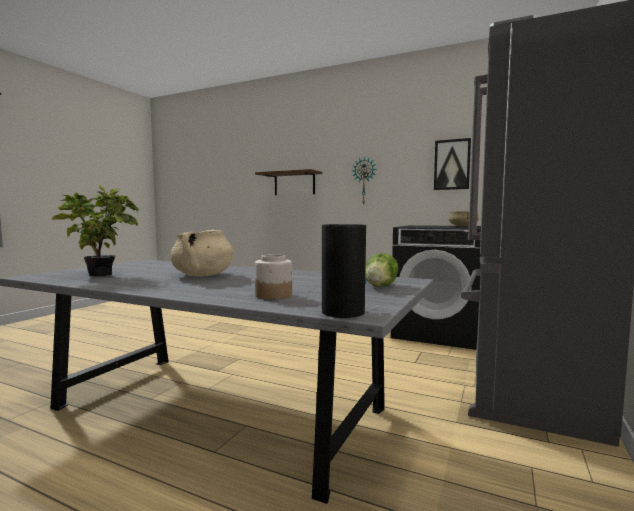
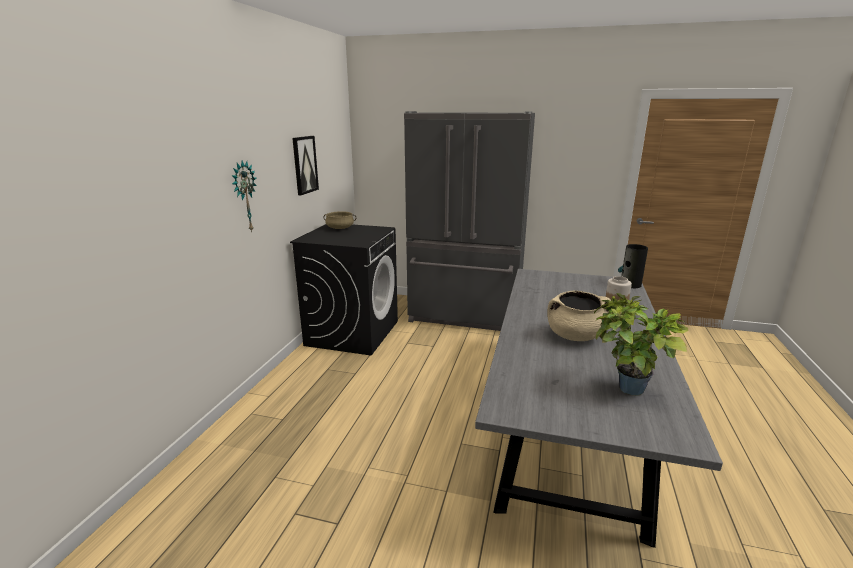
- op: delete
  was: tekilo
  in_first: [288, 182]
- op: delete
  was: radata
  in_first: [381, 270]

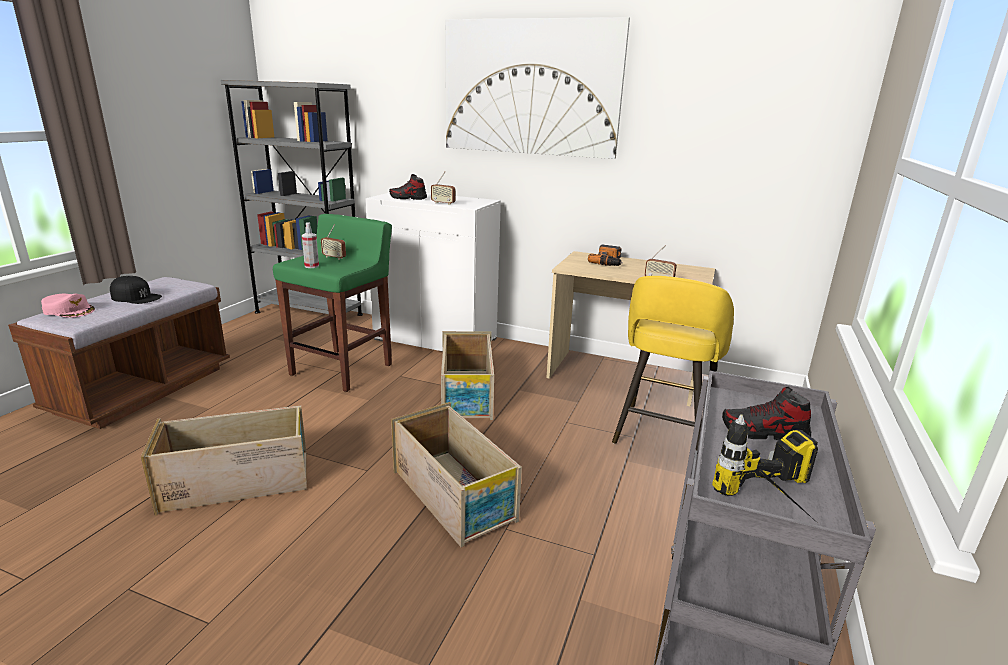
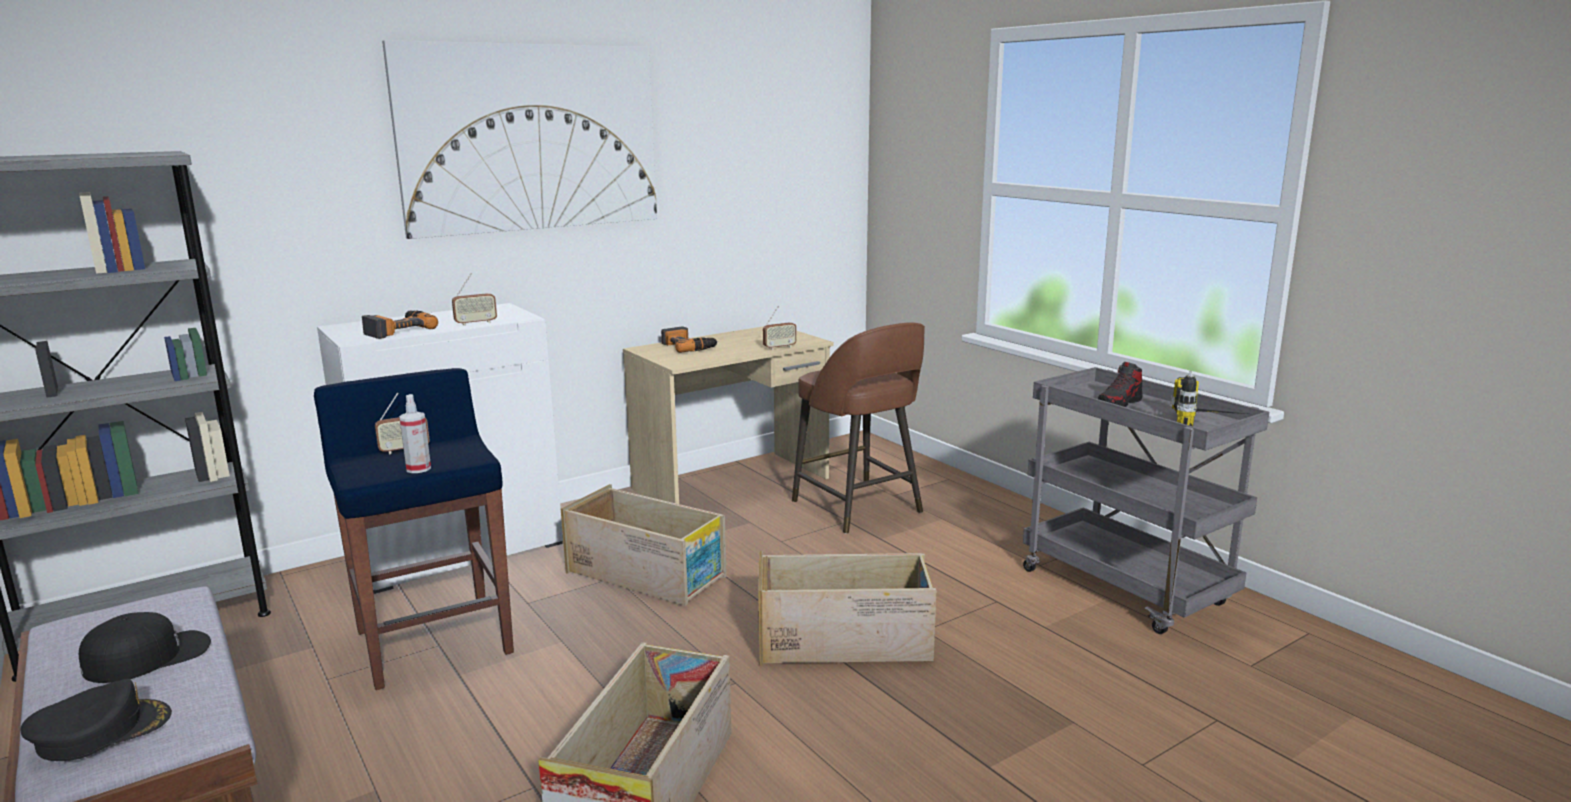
- op: recolor
  was: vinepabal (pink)
  now: vinepabal (black)
  in_first: [68, 306]
  in_second: [96, 720]
- op: recolor
  was: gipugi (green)
  now: gipugi (blue)
  in_first: [332, 303]
  in_second: [414, 529]
- op: replace
  was: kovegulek
  now: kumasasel
  in_first: [408, 187]
  in_second: [400, 324]
- op: recolor
  was: gipugi (yellow)
  now: gipugi (brown)
  in_first: [673, 363]
  in_second: [858, 428]

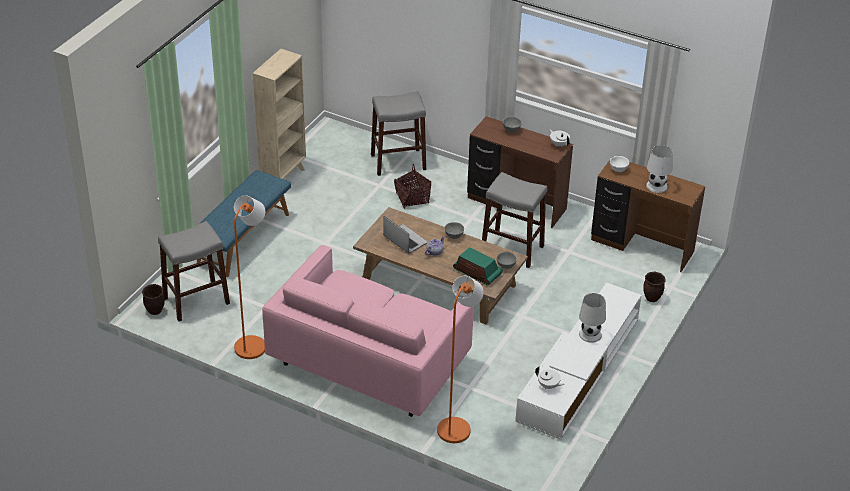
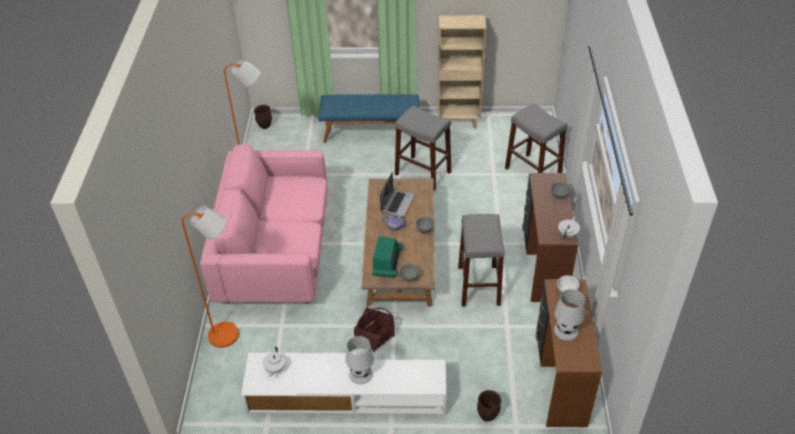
- op: move
  was: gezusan
  in_first: [412, 186]
  in_second: [374, 330]
- op: move
  was: gipugi (grey)
  in_first: [194, 271]
  in_second: [423, 148]

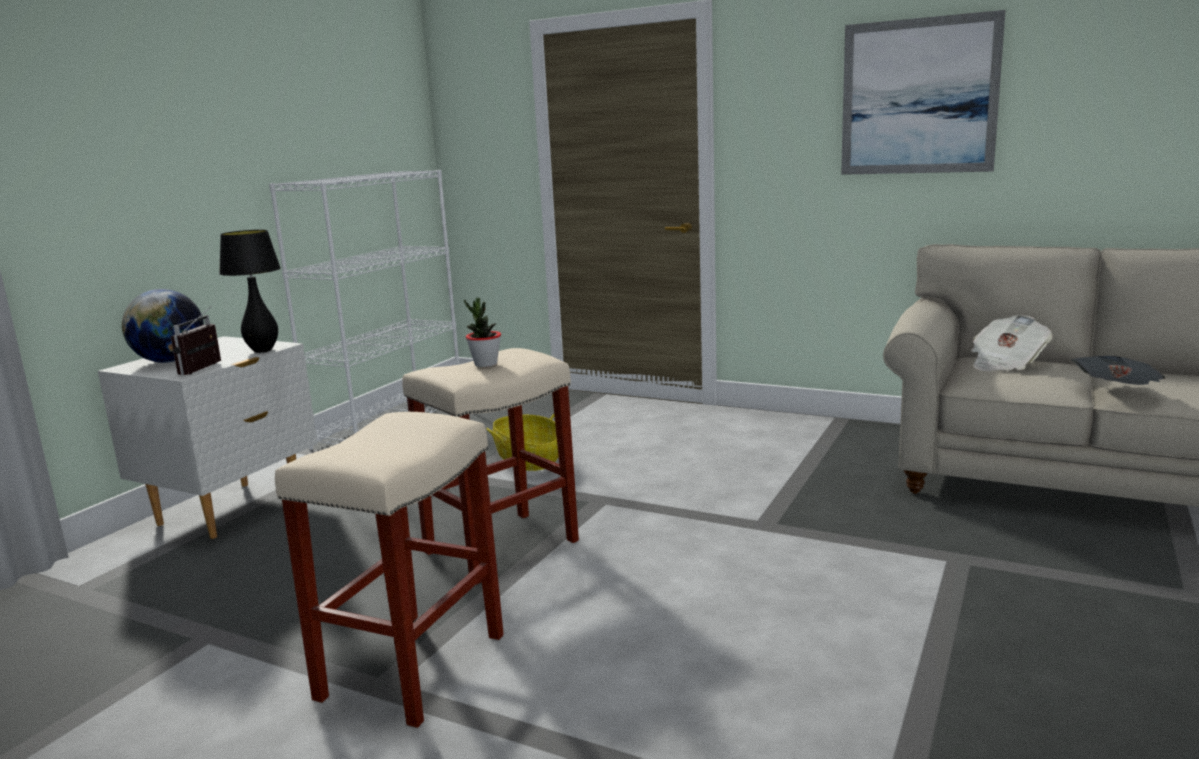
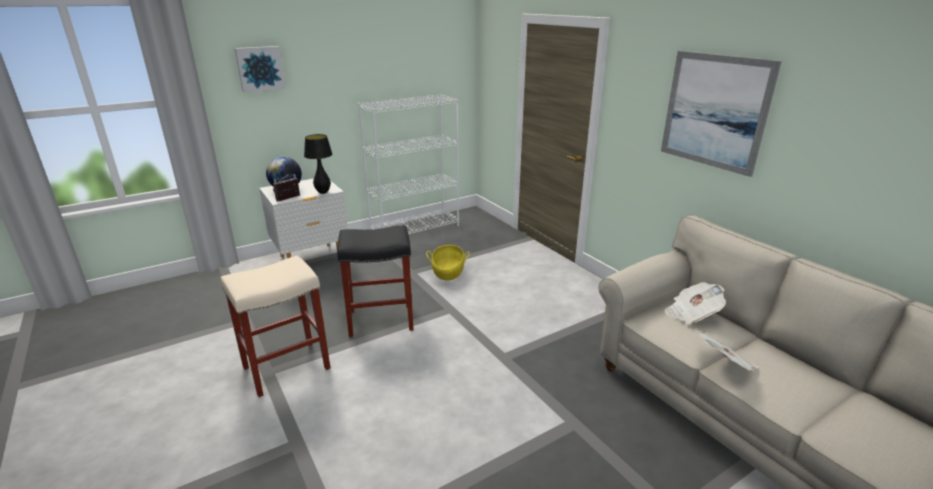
- op: insert
  now: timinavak
  in_second: [260, 69]
- op: recolor
  was: gipugi (beige)
  now: gipugi (black)
  in_first: [490, 466]
  in_second: [376, 281]
- op: delete
  was: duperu
  in_first: [482, 332]

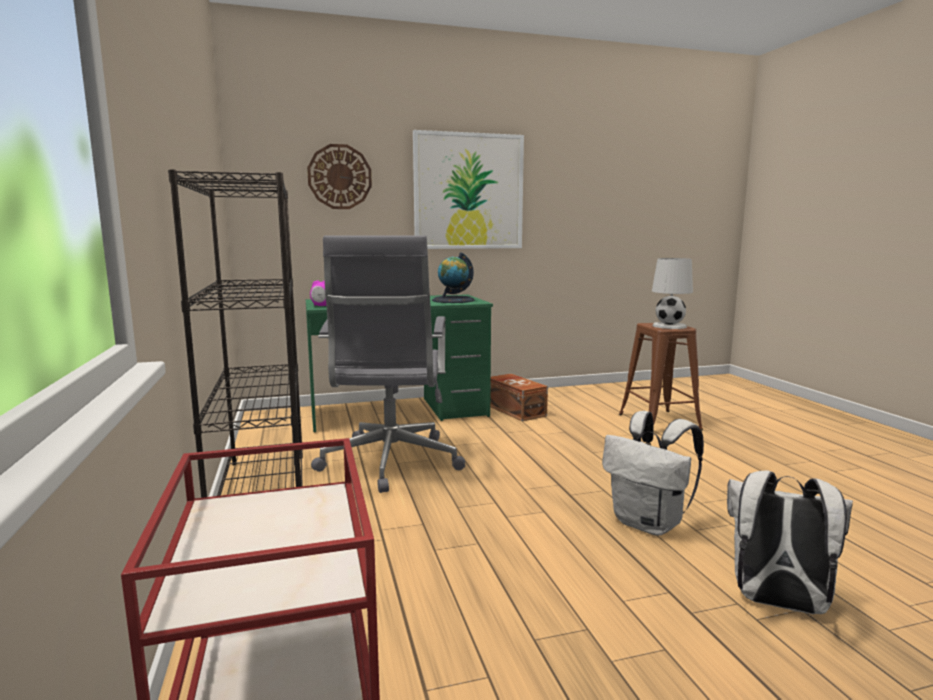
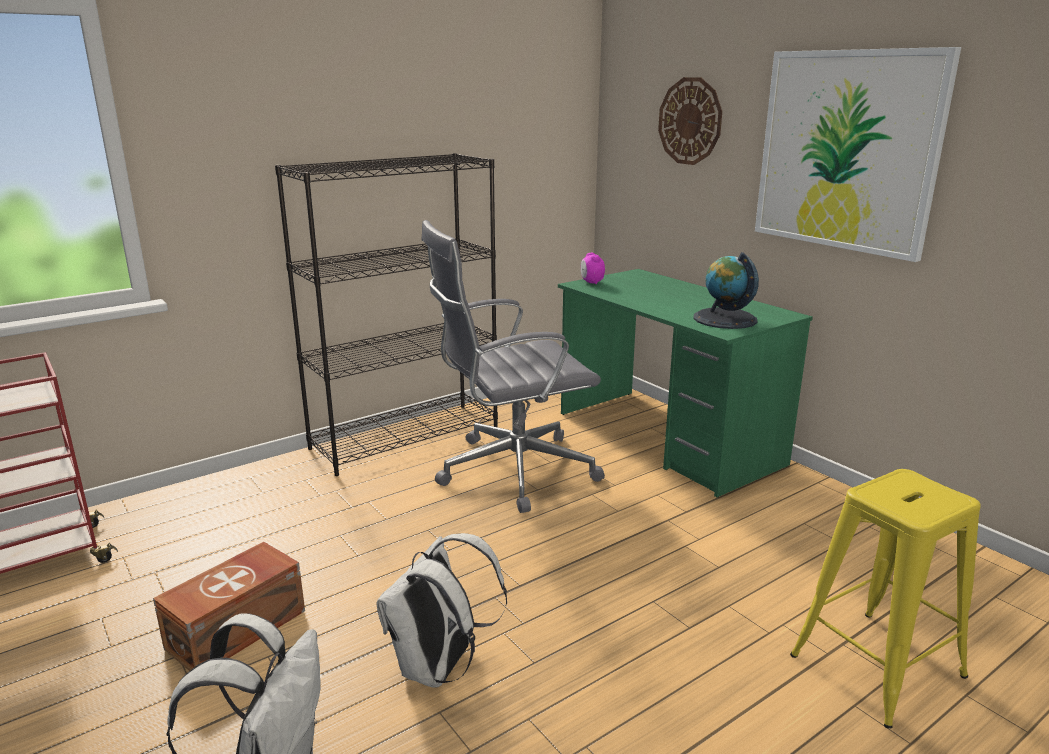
- op: move
  was: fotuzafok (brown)
  in_first: [519, 397]
  in_second: [229, 606]
- op: recolor
  was: gipugi (brown)
  now: gipugi (yellow)
  in_first: [661, 377]
  in_second: [885, 599]
- op: delete
  was: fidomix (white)
  in_first: [672, 293]

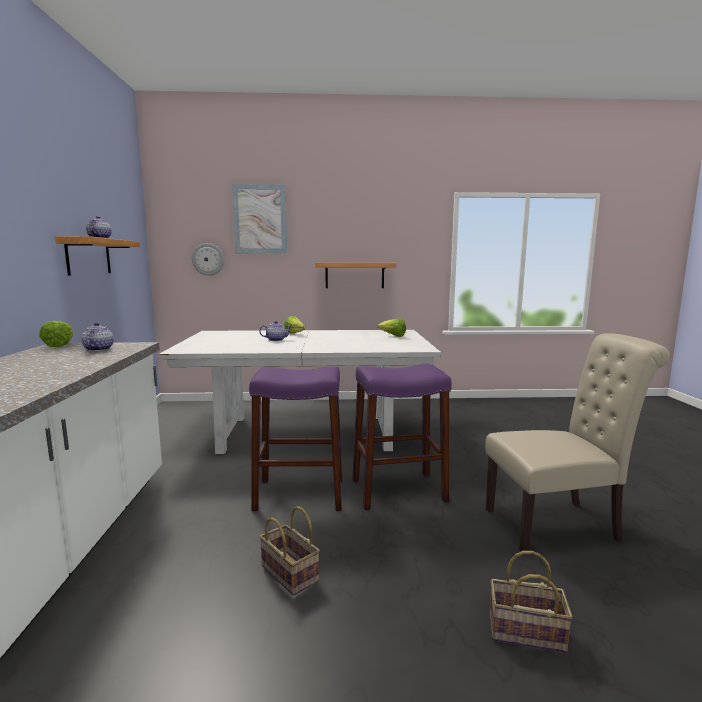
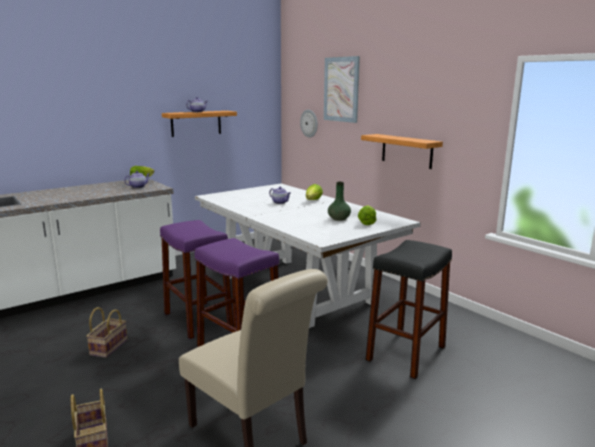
- op: insert
  now: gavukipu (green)
  in_second: [339, 201]
- op: insert
  now: gipugi (black)
  in_second: [409, 309]

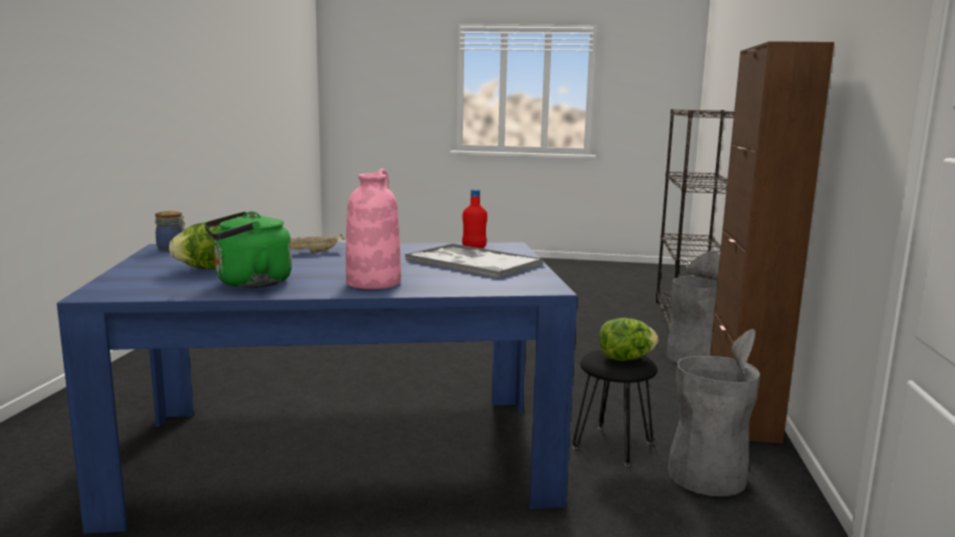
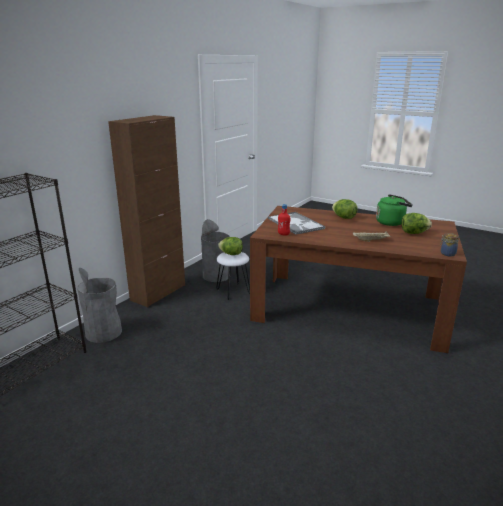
- op: recolor
  was: gipugi (black)
  now: gipugi (white)
  in_first: [615, 408]
  in_second: [233, 276]
- op: recolor
  was: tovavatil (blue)
  now: tovavatil (brown)
  in_first: [317, 388]
  in_second: [358, 279]
- op: replace
  was: gavukipu (pink)
  now: radata
  in_first: [373, 229]
  in_second: [345, 209]

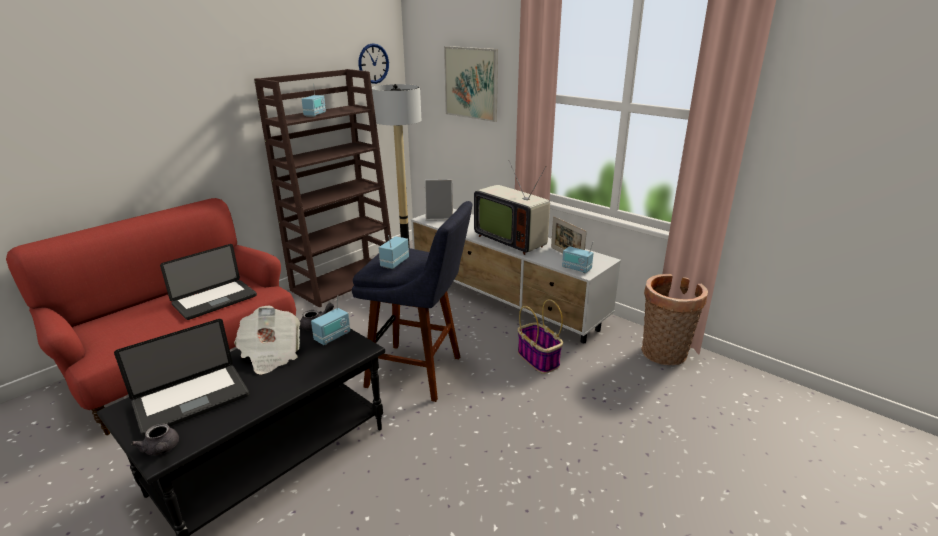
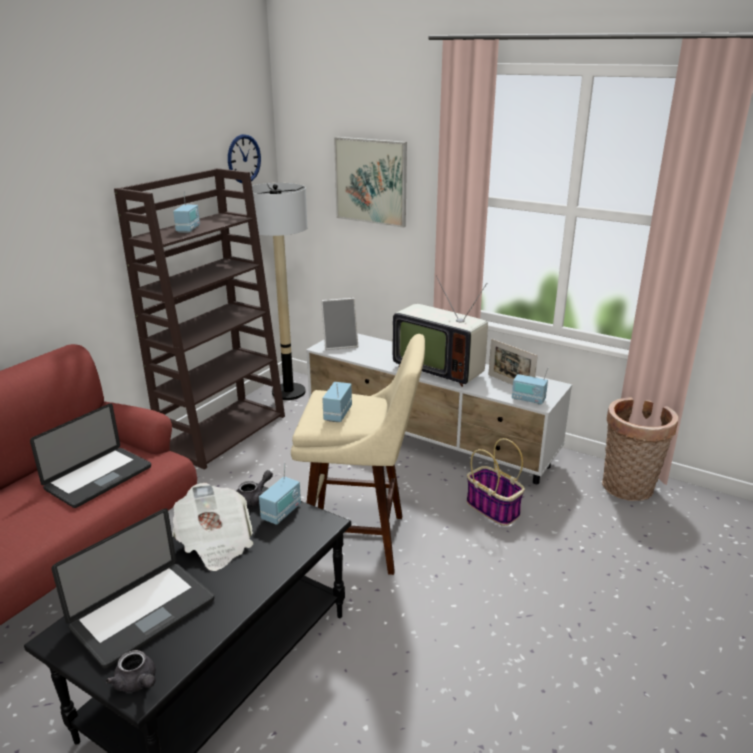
- op: recolor
  was: gipugi (blue)
  now: gipugi (beige)
  in_first: [412, 301]
  in_second: [358, 454]

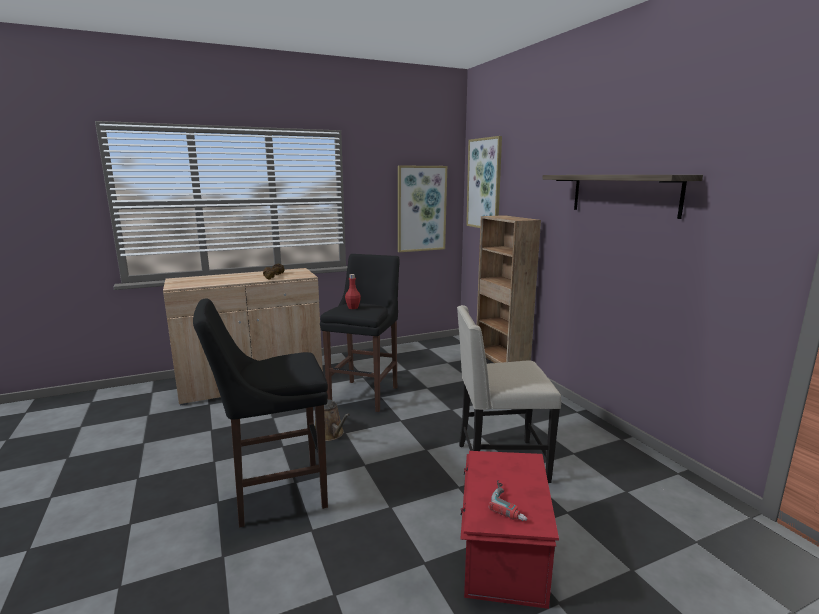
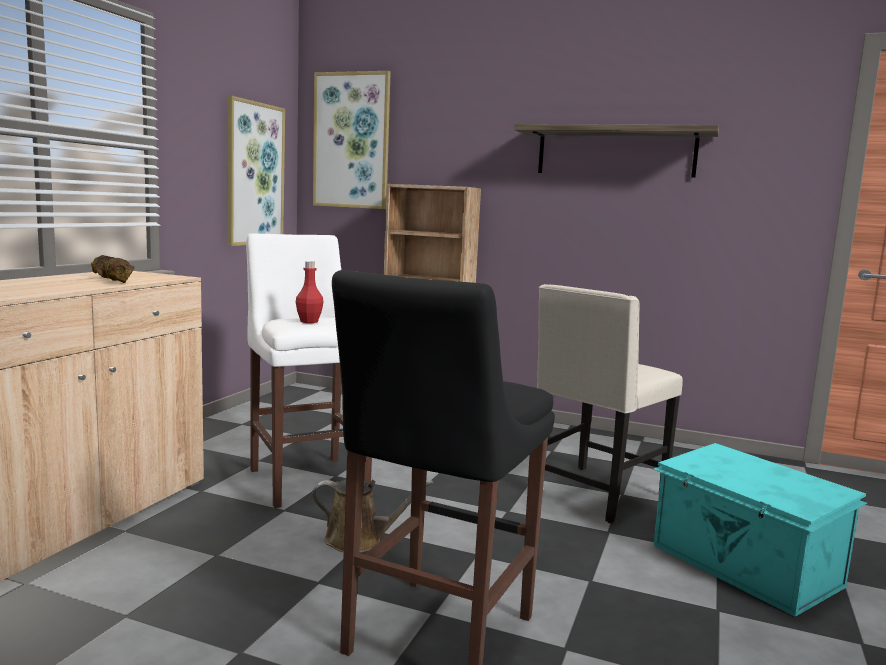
- op: recolor
  was: gipugi (black)
  now: gipugi (white)
  in_first: [360, 333]
  in_second: [309, 370]
- op: recolor
  was: fotuzafok (red)
  now: fotuzafok (turquoise)
  in_first: [509, 530]
  in_second: [760, 530]
- op: delete
  was: kumasasel
  in_first: [508, 500]

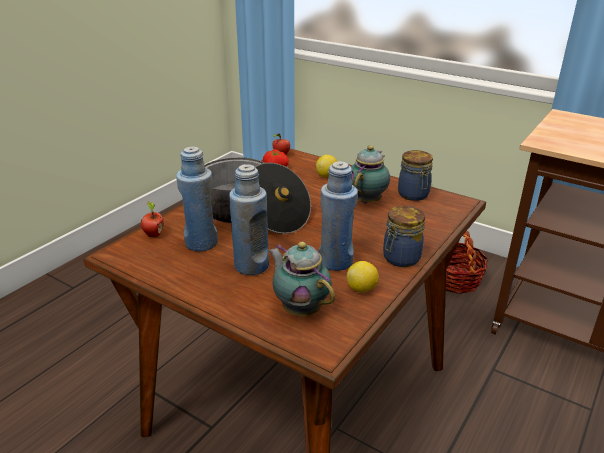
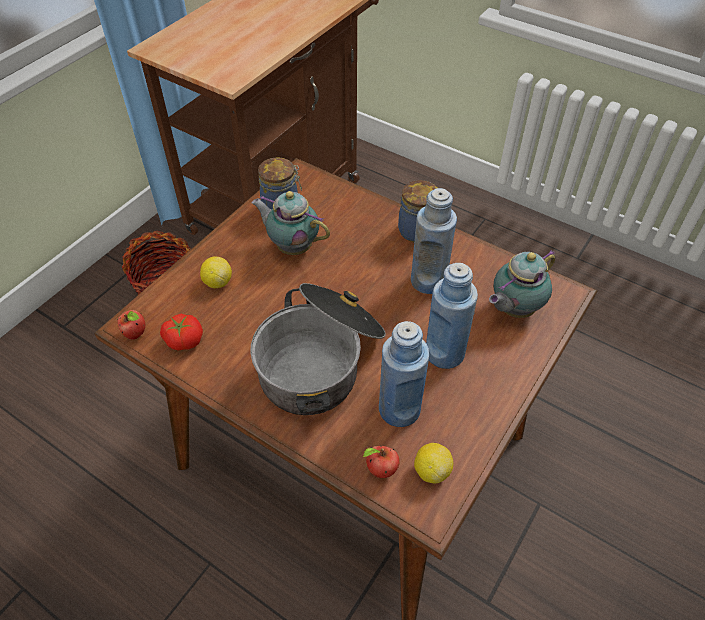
- op: move
  was: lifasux
  in_first: [363, 276]
  in_second: [433, 463]

